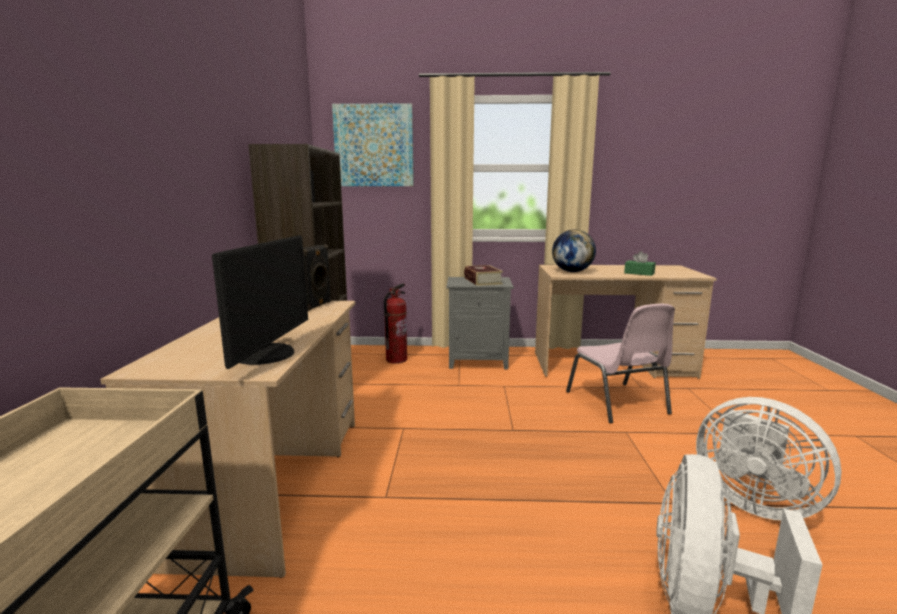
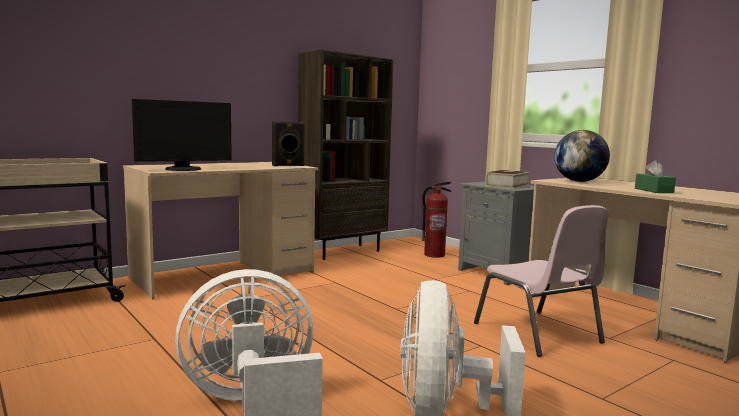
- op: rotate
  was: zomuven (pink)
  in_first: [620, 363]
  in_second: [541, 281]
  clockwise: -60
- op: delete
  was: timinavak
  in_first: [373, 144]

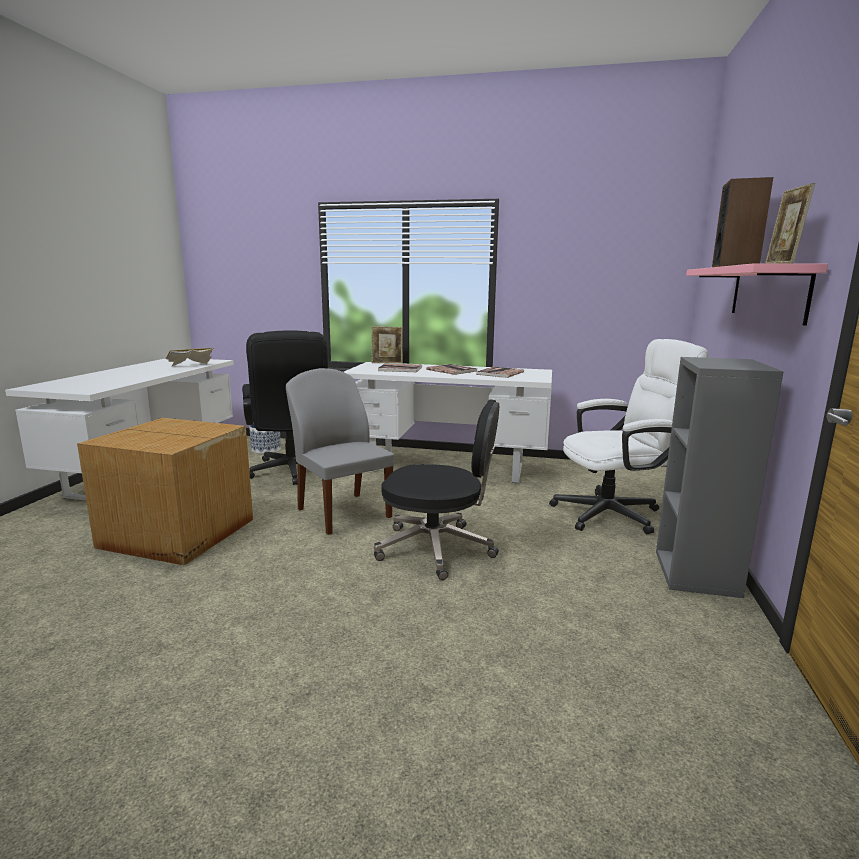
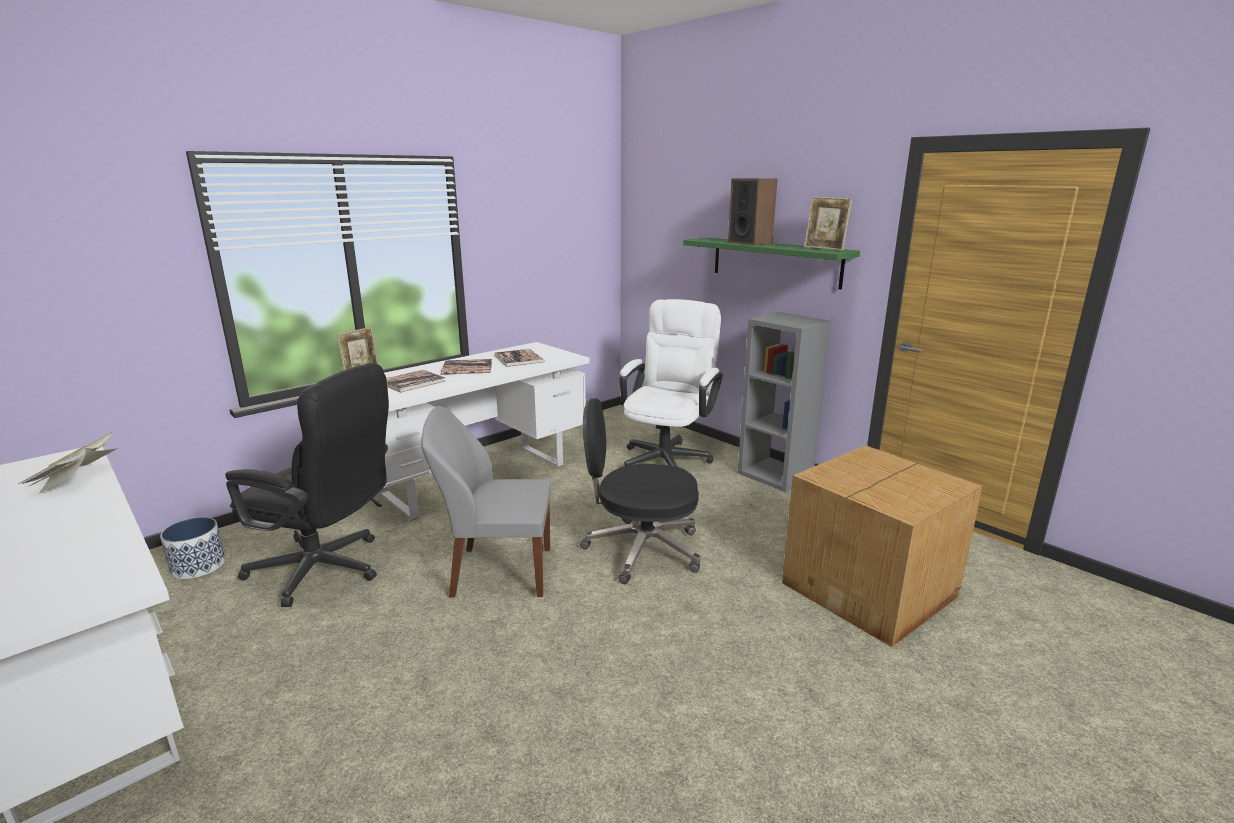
- op: rotate
  was: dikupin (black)
  in_first: [436, 489]
  in_second: [640, 491]
  clockwise: -135
- op: recolor
  was: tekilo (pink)
  now: tekilo (green)
  in_first: [757, 294]
  in_second: [771, 263]
- op: move
  was: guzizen
  in_first: [165, 492]
  in_second: [882, 546]

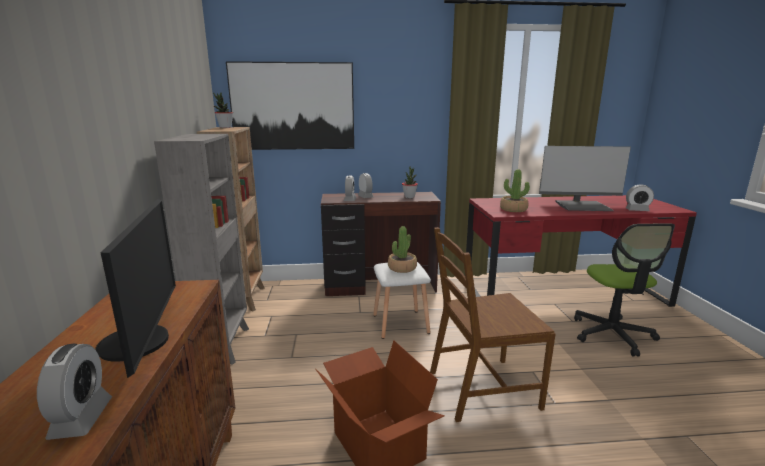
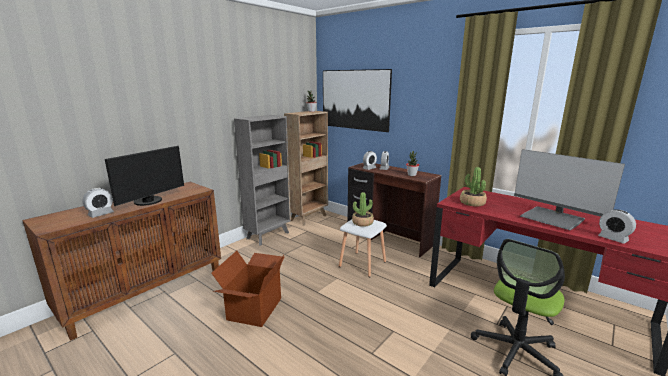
- op: delete
  was: zomuven (brown)
  in_first: [493, 324]

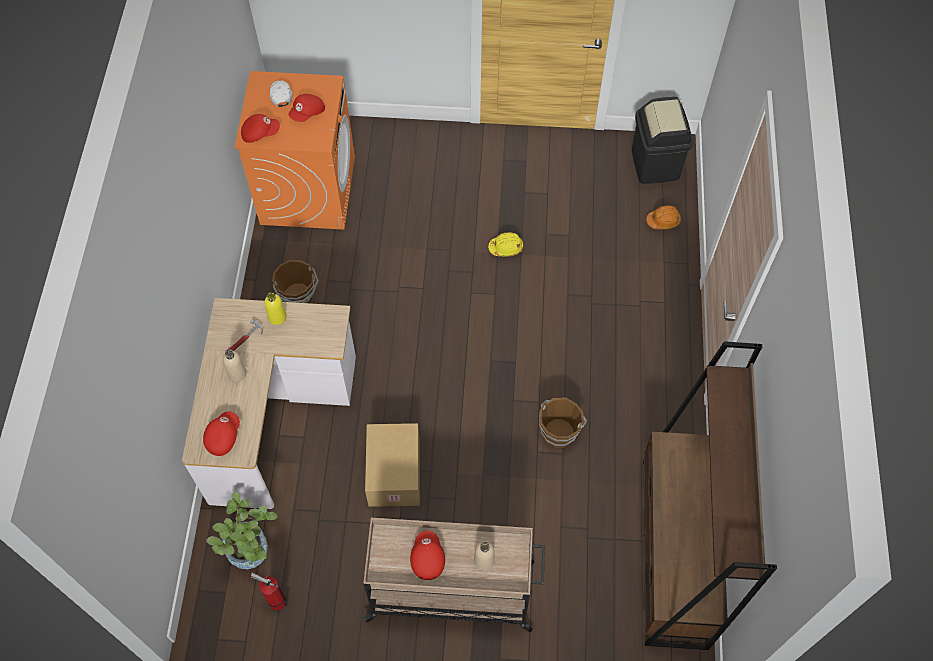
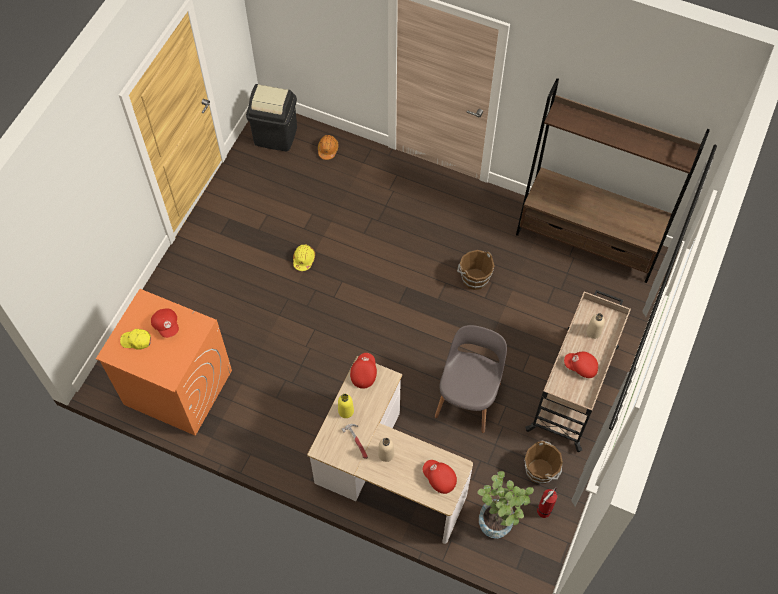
- op: recolor
  was: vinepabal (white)
  now: vinepabal (yellow)
  in_first: [281, 93]
  in_second: [135, 339]
- op: move
  was: vinepabal (red)
  in_first: [260, 128]
  in_second: [363, 371]
- op: replace
  was: guzizen
  now: zomuven (grey)
  in_first: [392, 465]
  in_second: [471, 379]
- op: move
  was: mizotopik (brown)
  in_first: [295, 281]
  in_second: [543, 462]

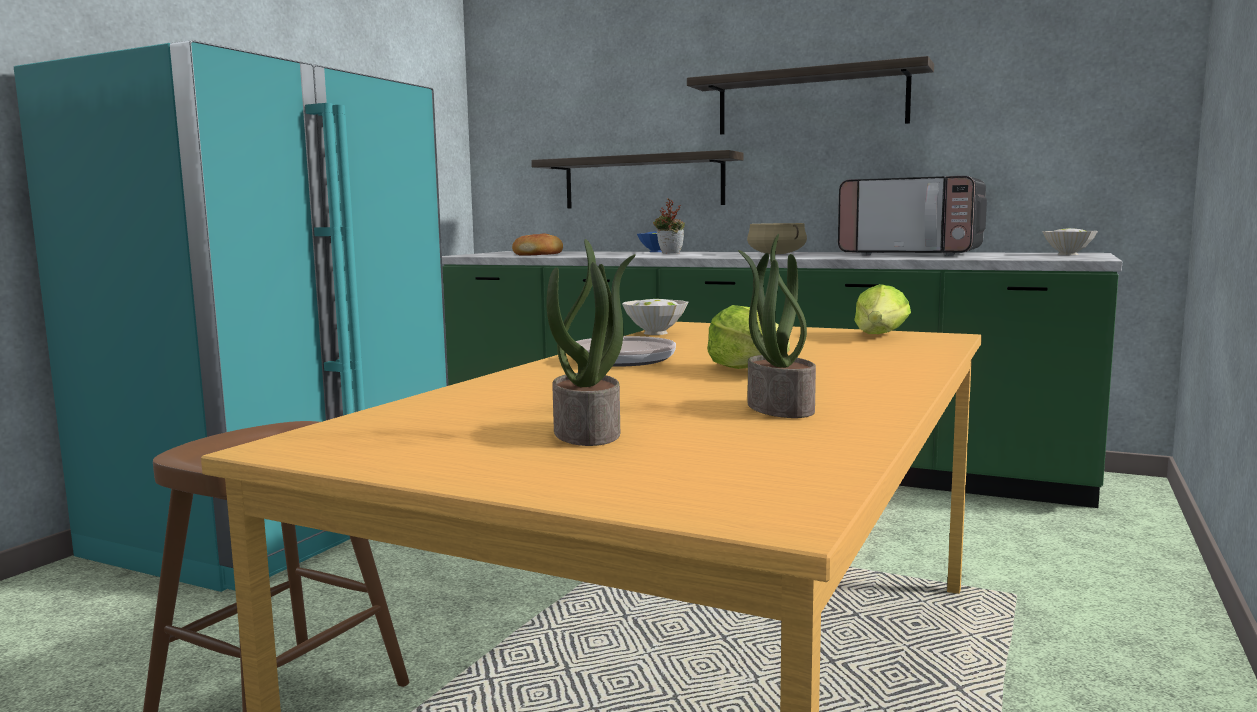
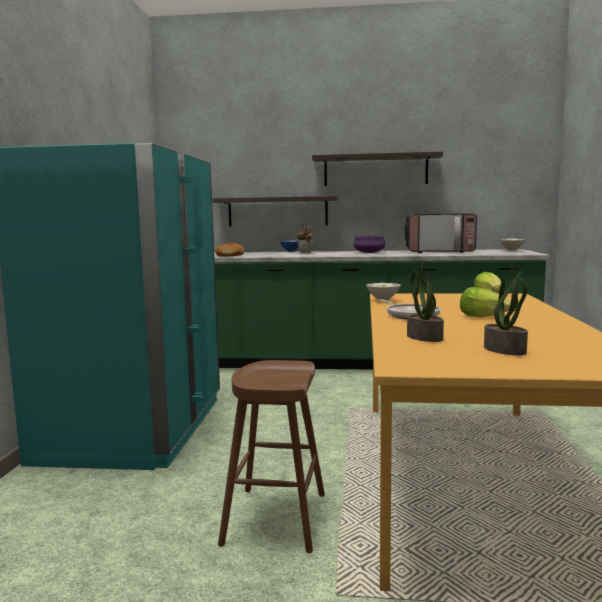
- op: recolor
  was: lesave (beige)
  now: lesave (purple)
  in_first: [777, 238]
  in_second: [369, 244]
- op: move
  was: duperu
  in_first: [777, 326]
  in_second: [425, 302]

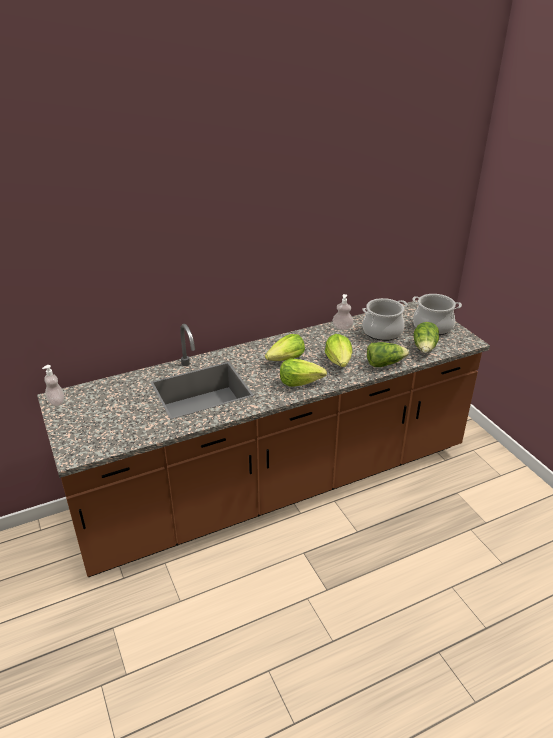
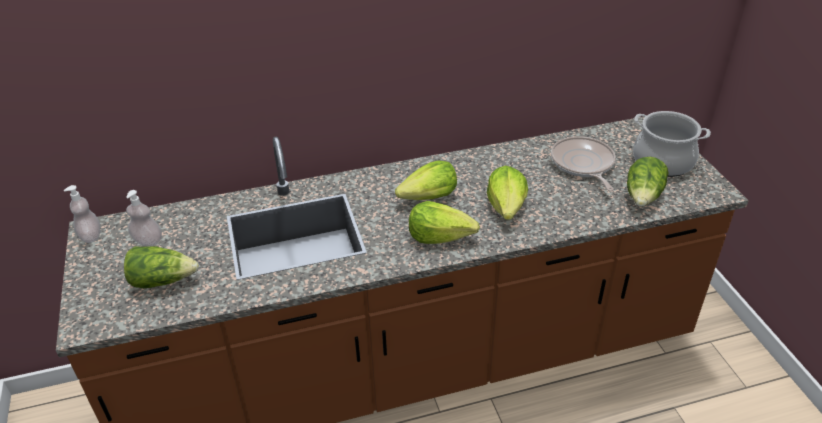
- op: move
  was: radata
  in_first: [388, 354]
  in_second: [161, 267]
- op: move
  was: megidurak
  in_first: [343, 312]
  in_second: [144, 218]
- op: replace
  was: lesave
  now: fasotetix
  in_first: [385, 319]
  in_second: [583, 163]

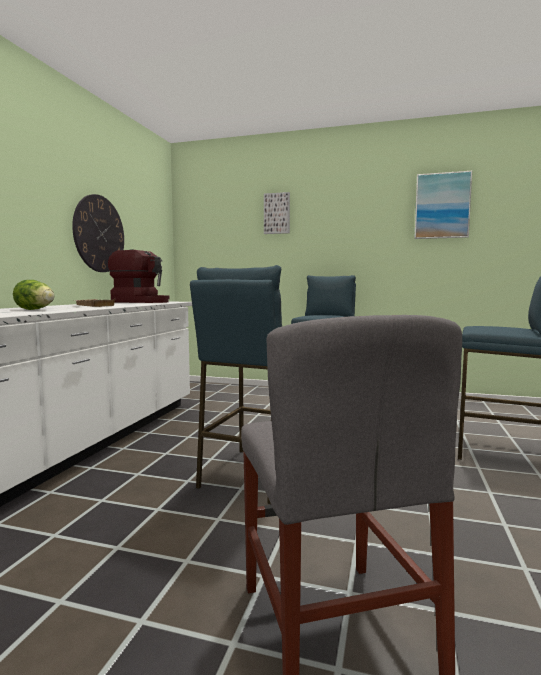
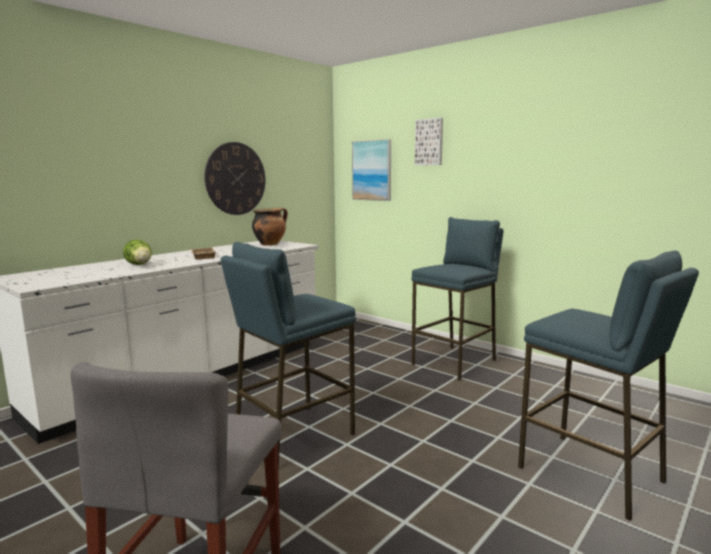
- op: replace
  was: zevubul
  now: lesave
  in_first: [139, 276]
  in_second: [270, 226]
- op: move
  was: timinavak
  in_first: [443, 205]
  in_second: [371, 170]

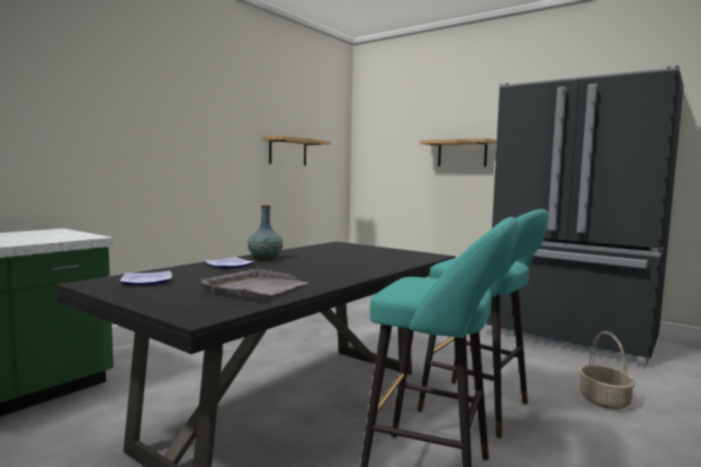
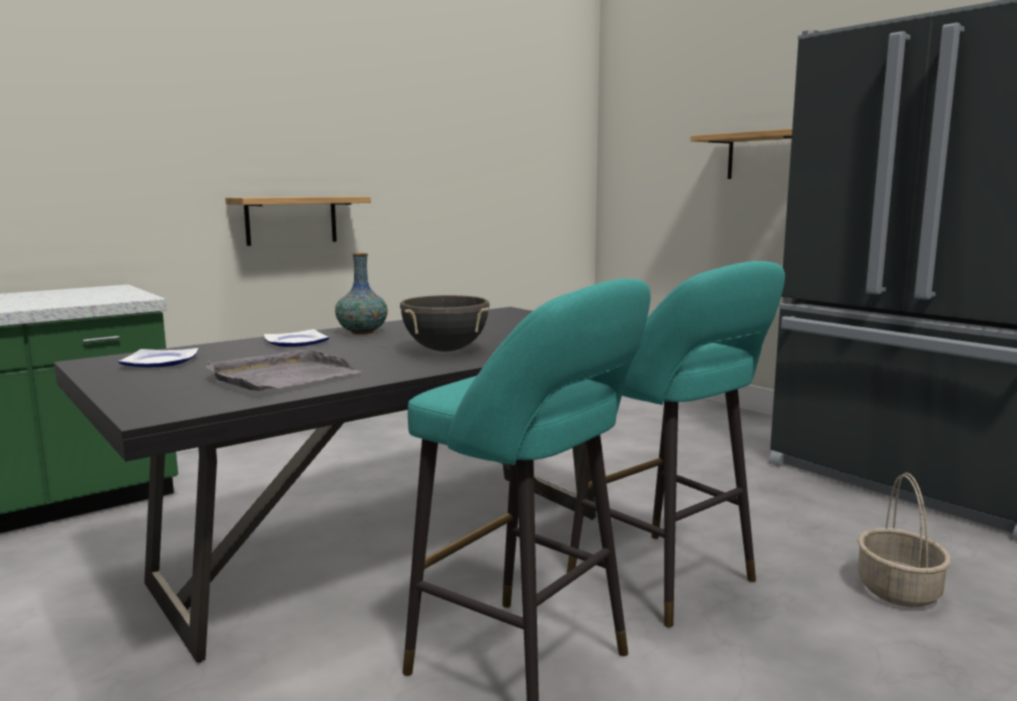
- op: move
  was: tekilo
  in_first: [296, 150]
  in_second: [298, 221]
- op: insert
  now: lesave (black)
  in_second: [445, 323]

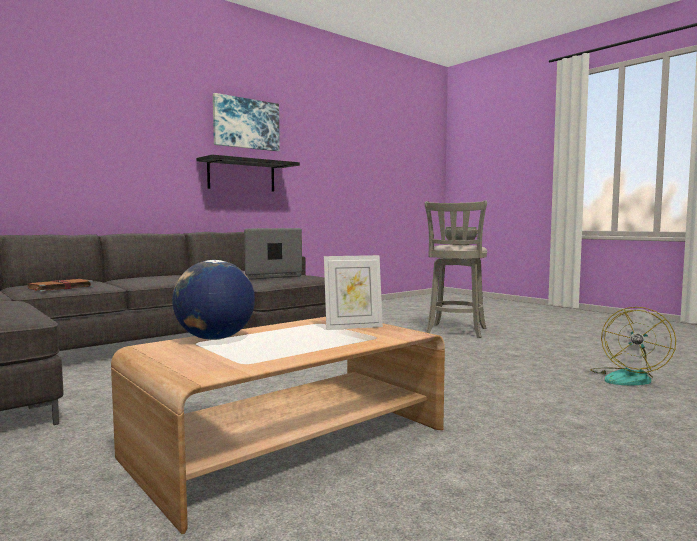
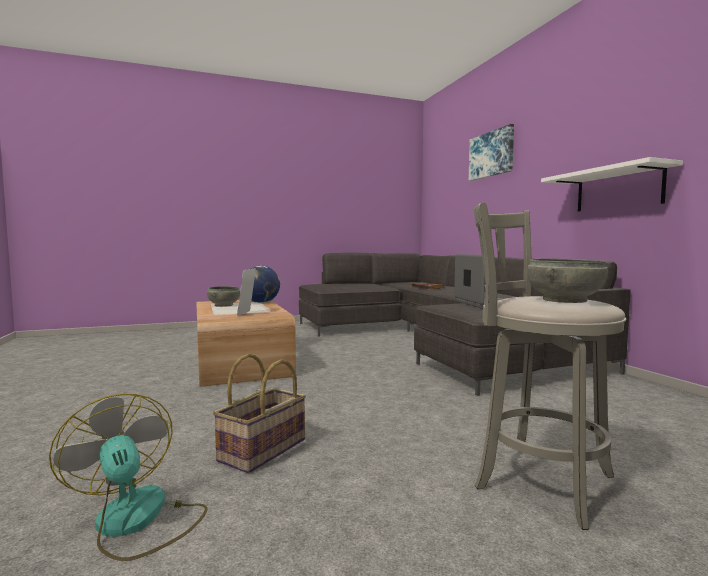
- op: insert
  now: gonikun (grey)
  in_second: [223, 296]
- op: insert
  now: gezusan
  in_second: [259, 413]
- op: move
  was: timinavak
  in_first: [246, 122]
  in_second: [491, 152]
- op: recolor
  was: tekilo (black)
  now: tekilo (white)
  in_first: [248, 173]
  in_second: [612, 184]

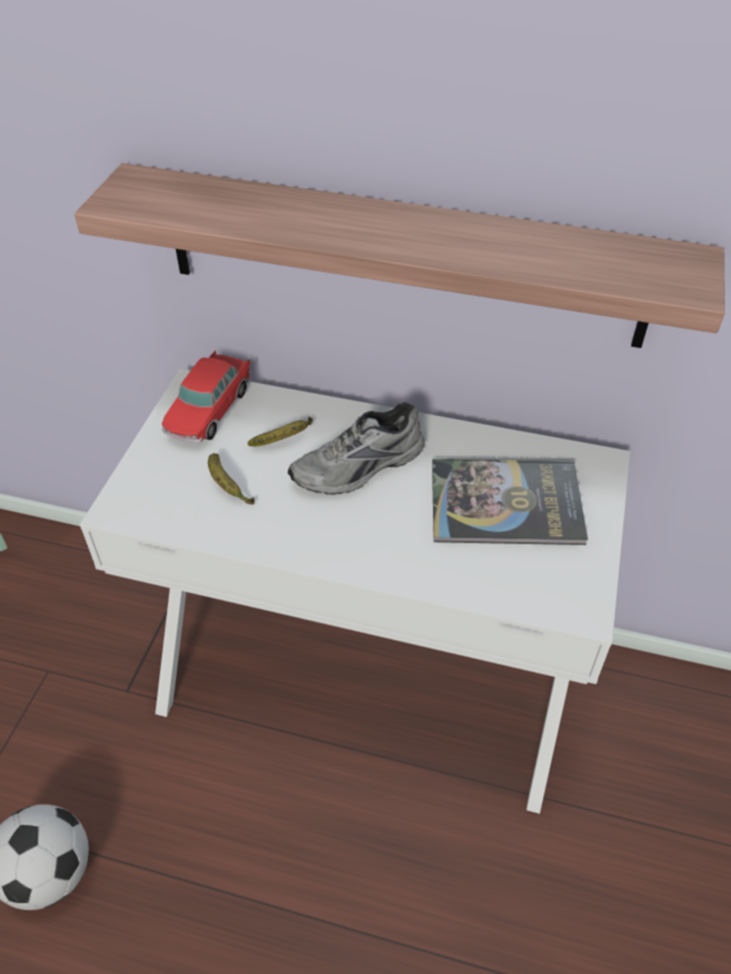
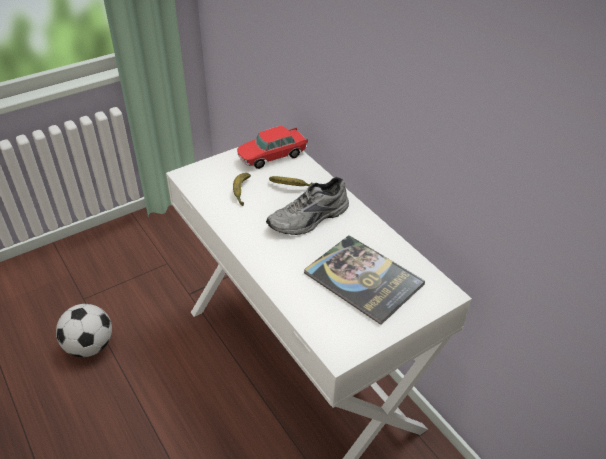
- op: rotate
  was: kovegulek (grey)
  in_first: [356, 448]
  in_second: [307, 206]
  clockwise: -45
- op: delete
  was: tekilo
  in_first: [399, 255]

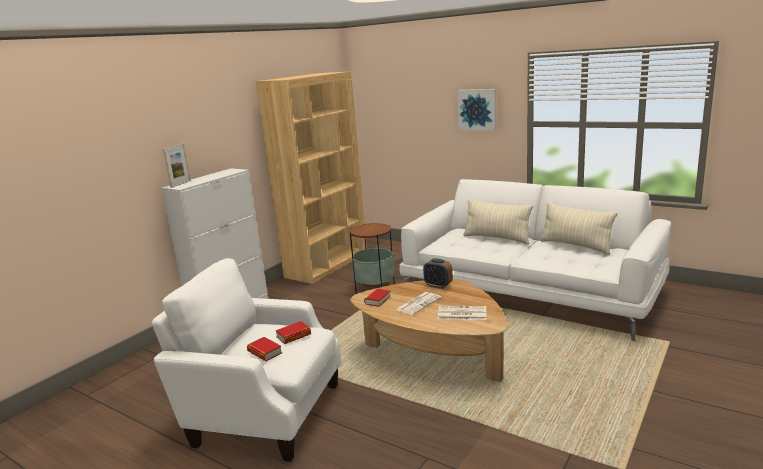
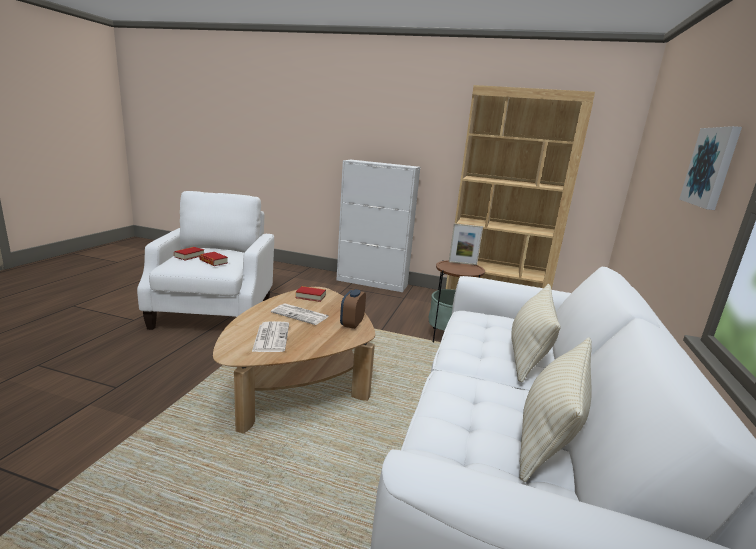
- op: move
  was: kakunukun
  in_first: [177, 166]
  in_second: [466, 244]

